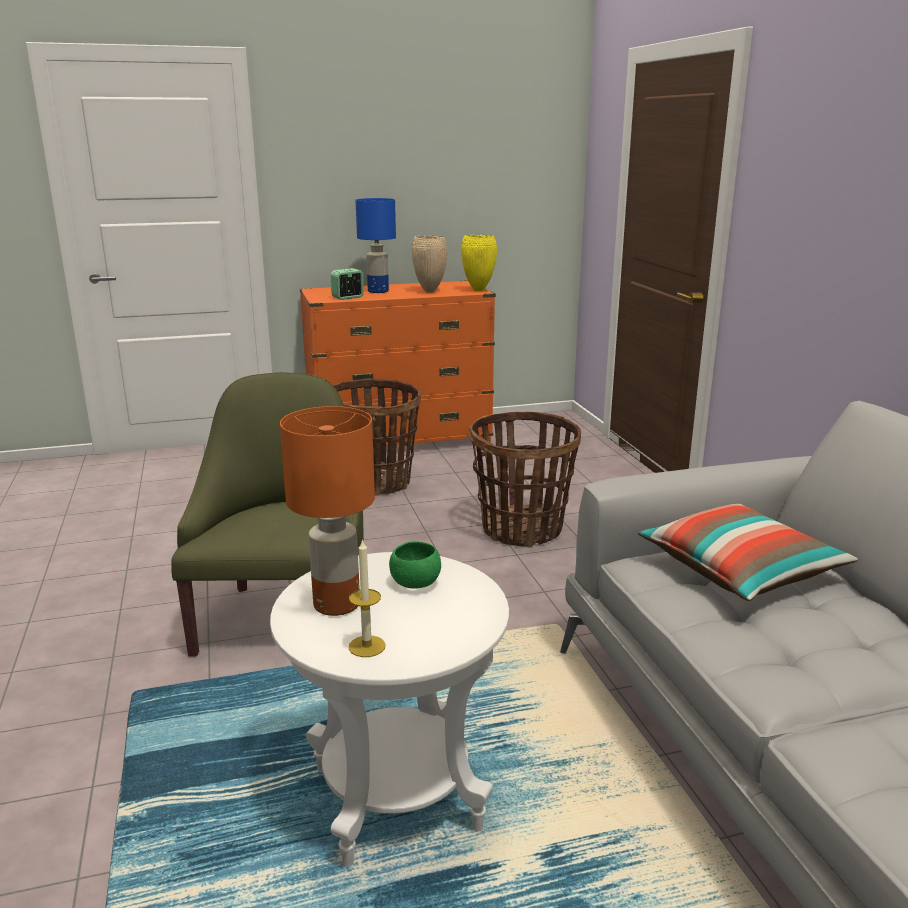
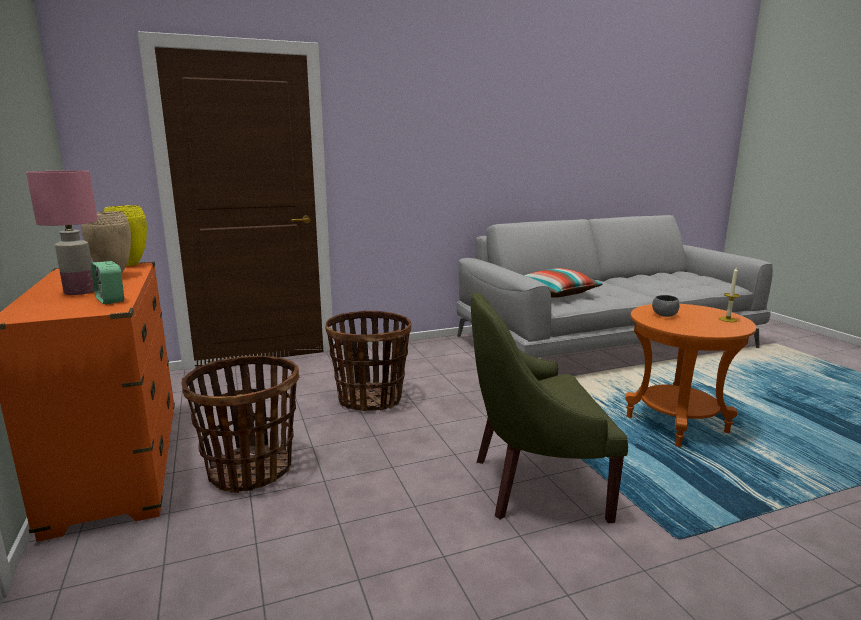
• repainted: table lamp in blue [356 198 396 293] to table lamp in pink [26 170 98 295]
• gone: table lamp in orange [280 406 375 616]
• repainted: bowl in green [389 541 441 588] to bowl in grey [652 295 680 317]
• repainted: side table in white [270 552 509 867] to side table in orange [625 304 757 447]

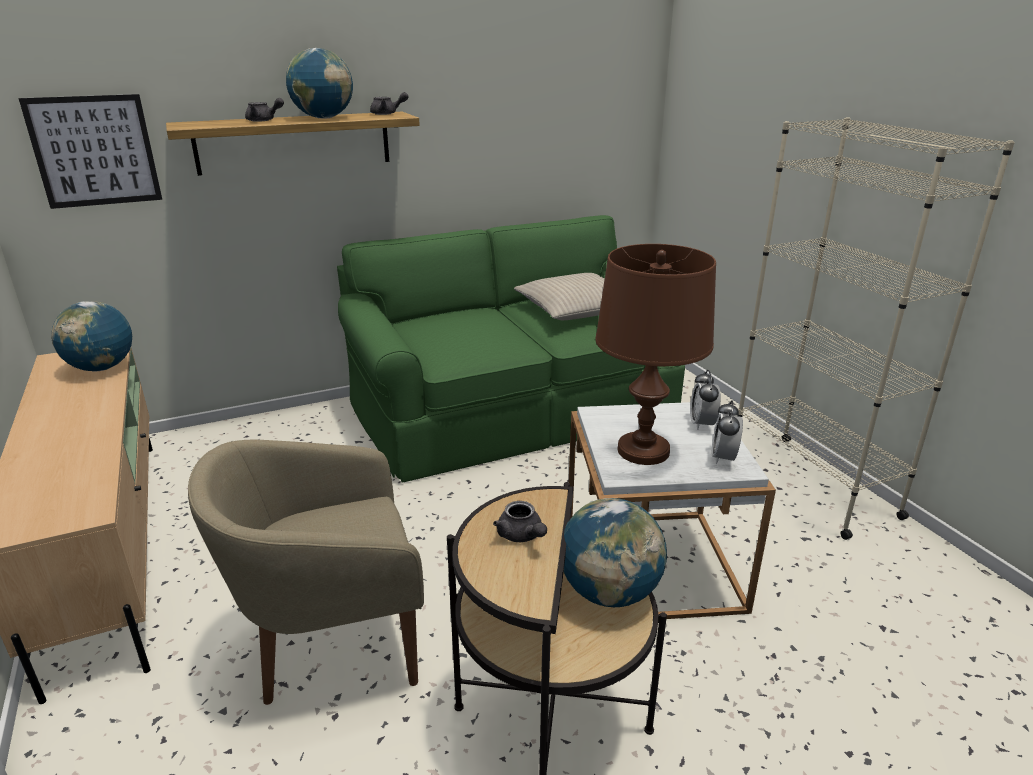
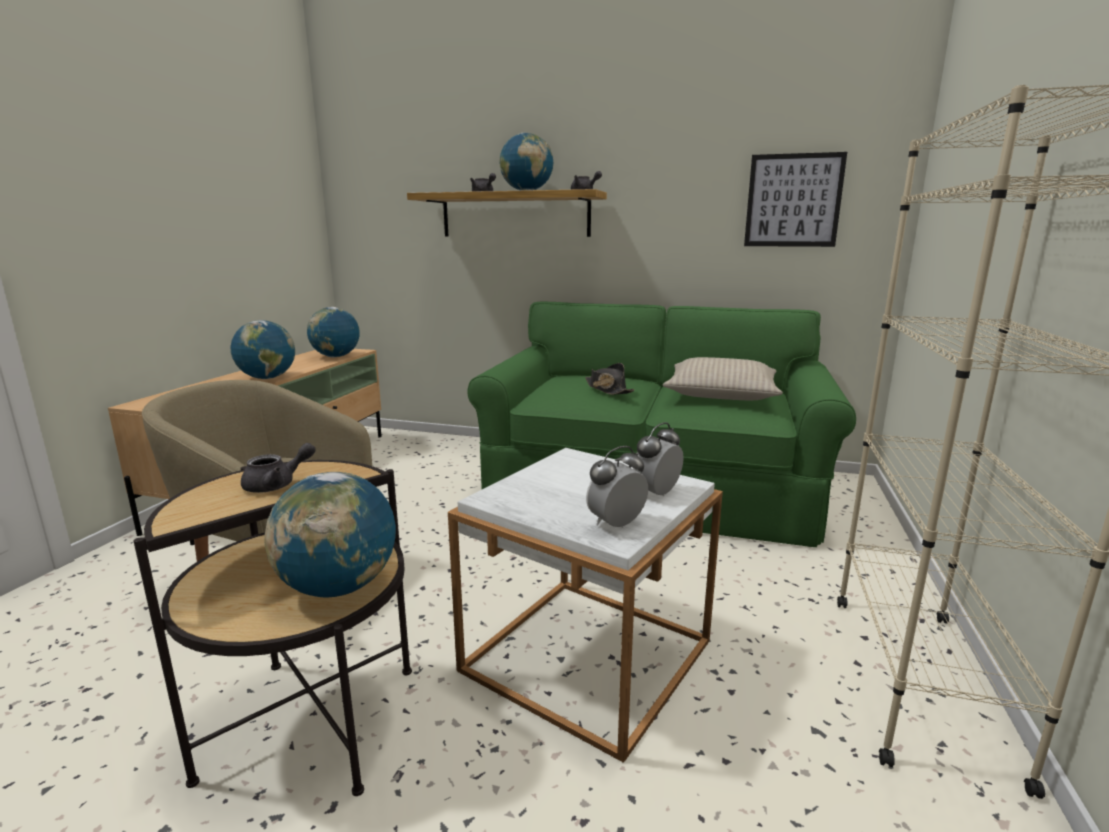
• shifted: picture [19 94 162 209] to [744 152 847 247]
• gone: table lamp in brown [595 244 716 465]
• rotated: teapot in grey [493 501 547 542] = [241 443 316 493] 135 degrees counterclockwise
• new: globe [231 320 295 379]
• new: hat in black [585 363 634 395]

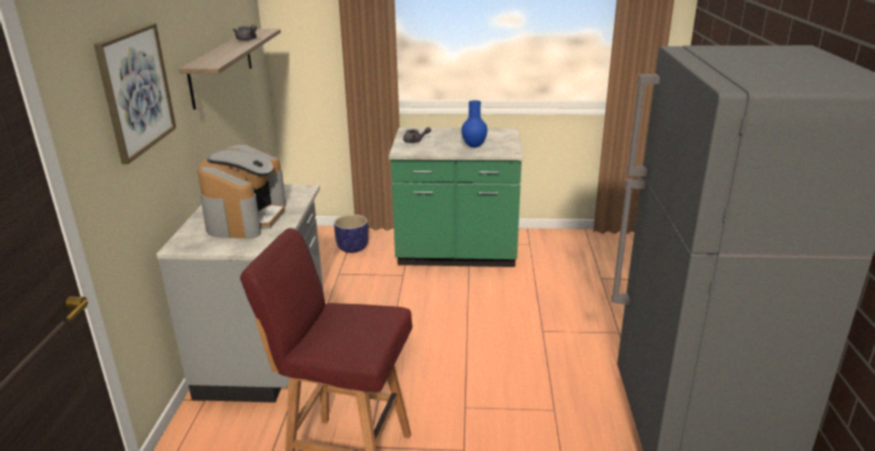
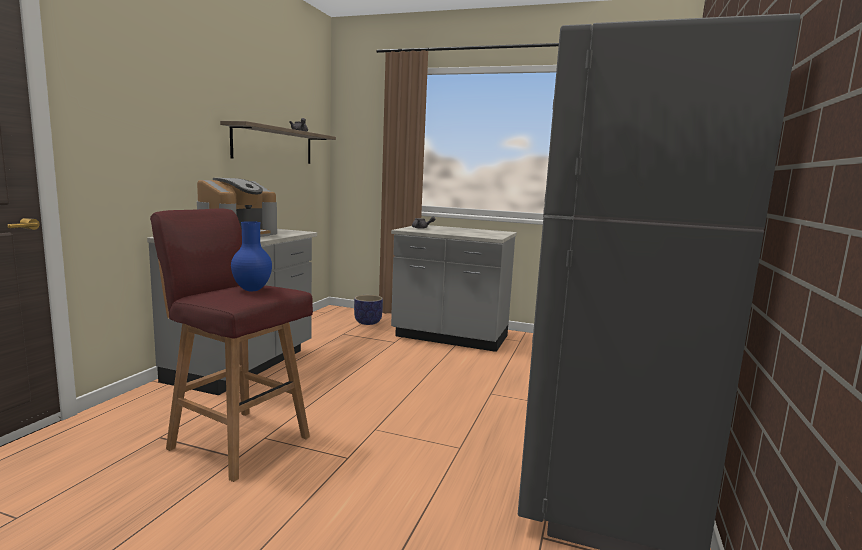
• gone: picture [94 23 176 164]
• shifted: vase in blue [461 100 487 148] to [231 221 272 291]
• repainted: counter in green [389 128 523 267] to counter in grey [391 225 517 352]

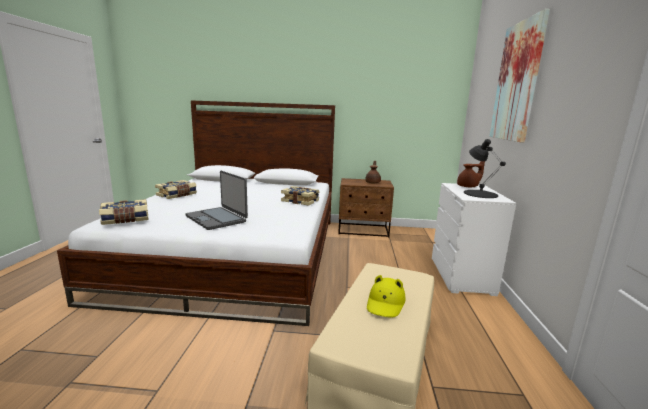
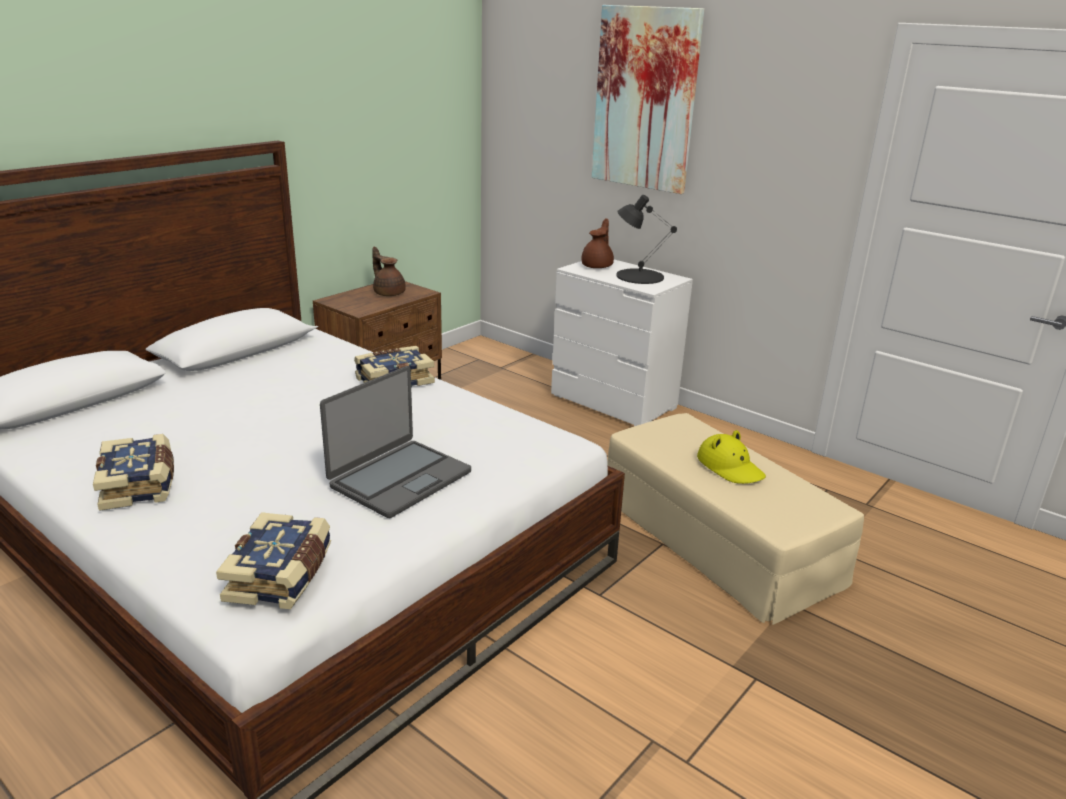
• rotated: laptop [185 171 248 230] = [320 366 471 518] 45 degrees counterclockwise

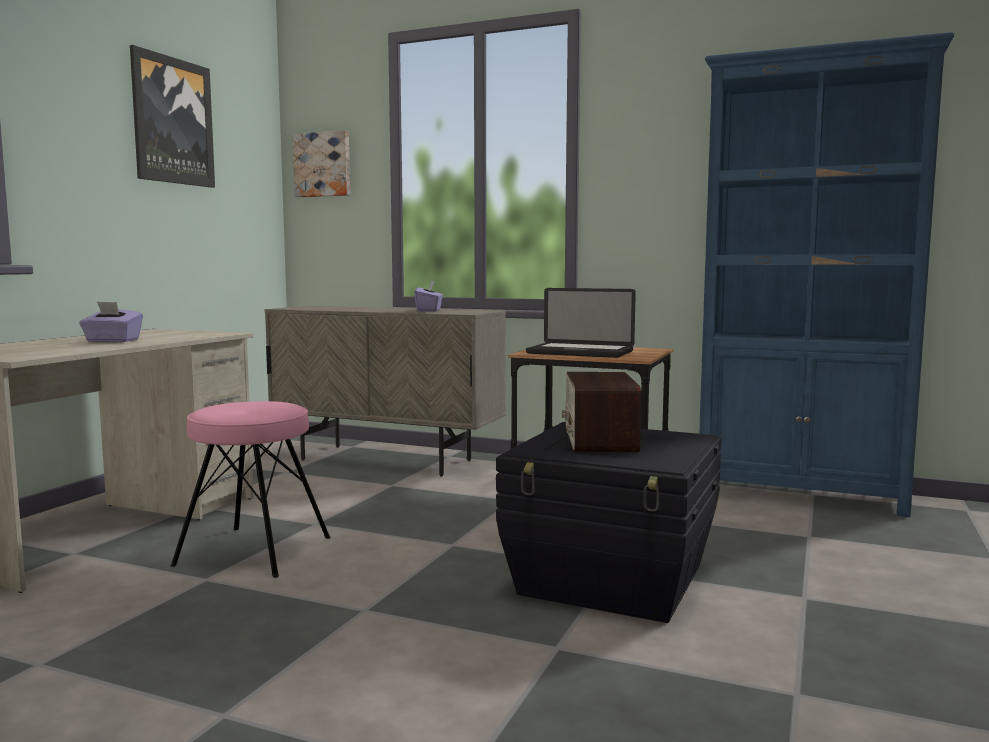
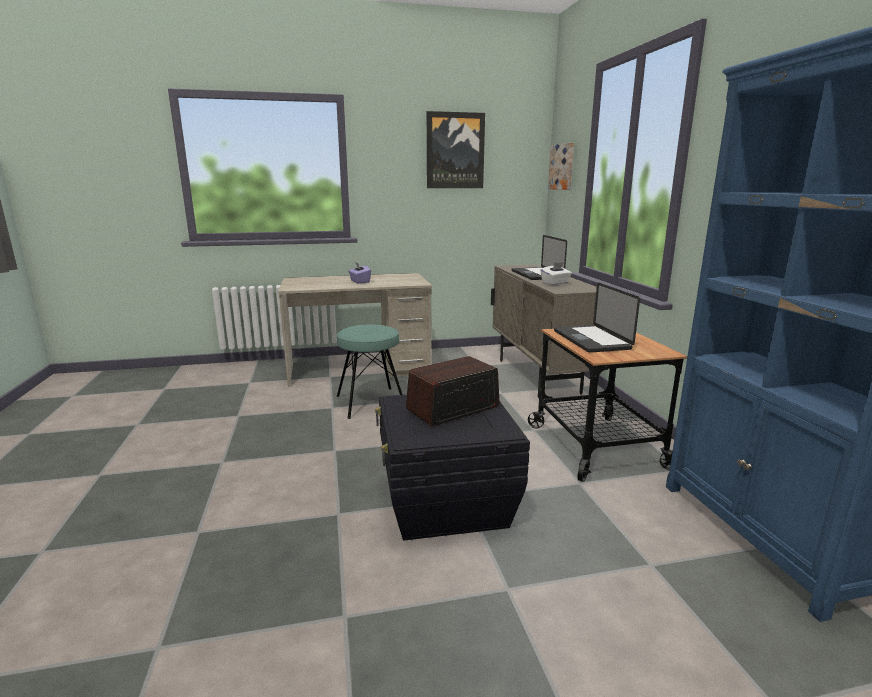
• repainted: tissue box in purple [414 281 443 312] to tissue box in white [540 262 572 285]
• repainted: stool in pink [171 401 330 578] to stool in turquoise [337 324 403 419]
• new: laptop [512 235 567 280]

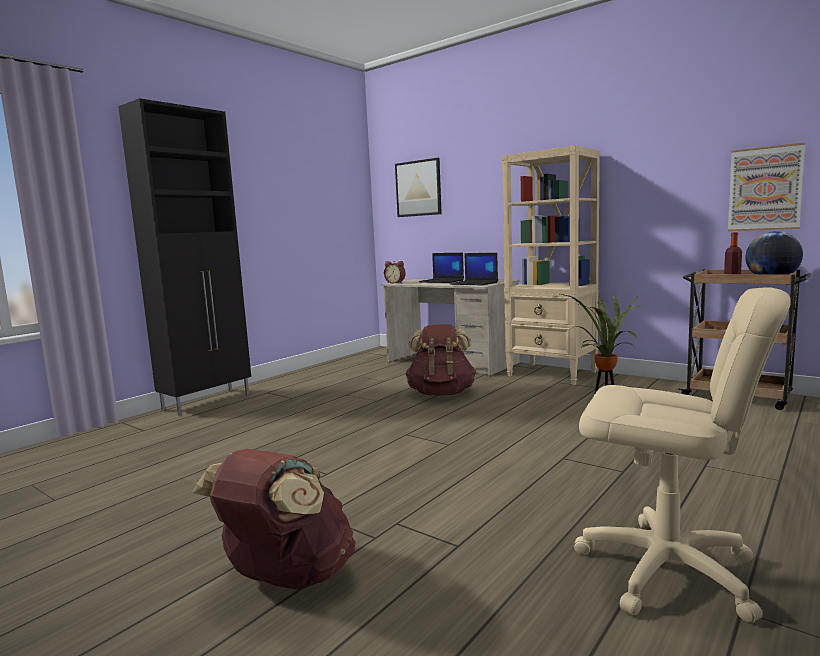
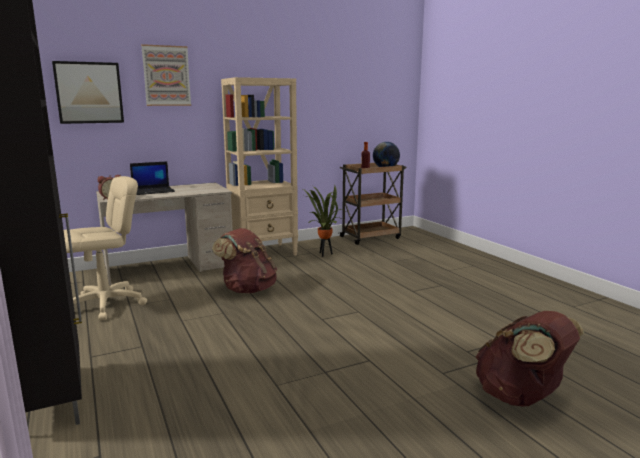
• shifted: picture [728 142 805 231] to [141 44 191 106]
• gone: laptop [449 253 498 285]
• shifted: office chair in beige [573 287 791 623] to [64 176 147 320]

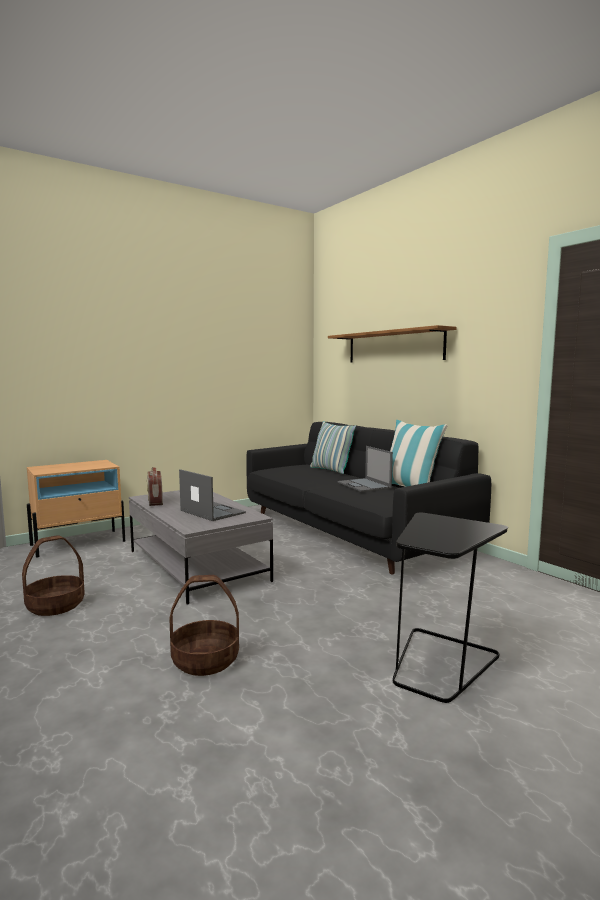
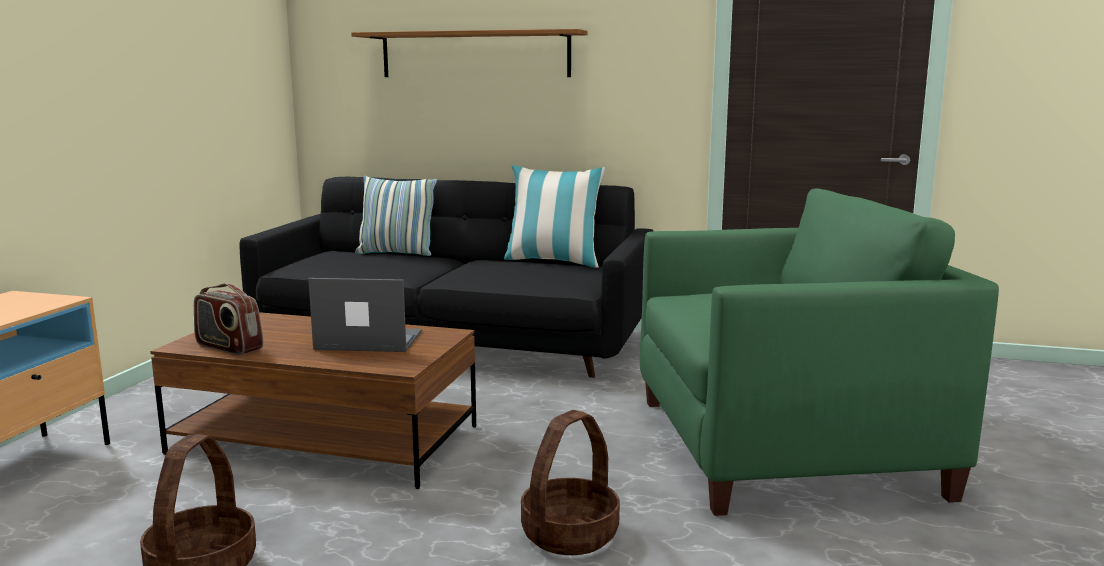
• gone: laptop [338 446 393 492]
• repainted: coffee table in grey [129 490 273 605] to coffee table in brown [150 312 476 489]
• swapped: side table in black [393 513 508 703] to armchair in green [640 188 999 516]

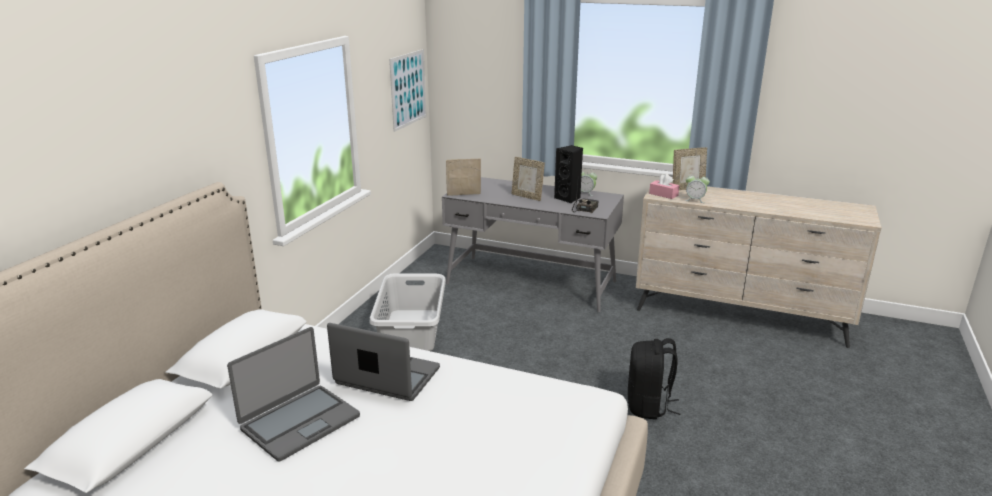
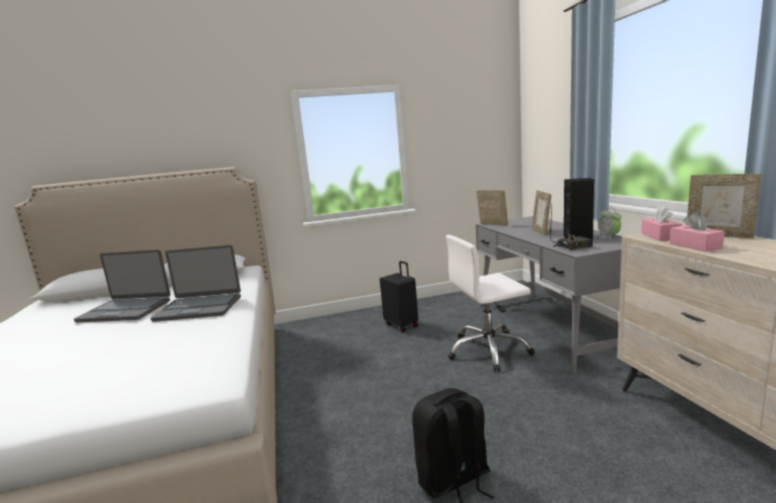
• gone: picture [389 49 427 132]
• swapped: alarm clock [685 173 710 203] to tissue box in pink [670 213 725 252]
• swapped: laundry basket in grey [369 273 446 351] to suitcase in black [380 261 418 332]
• rotated: laptop [327 323 440 401] = [151 245 241 322] 105 degrees clockwise
• new: office chair in white [446 235 535 372]

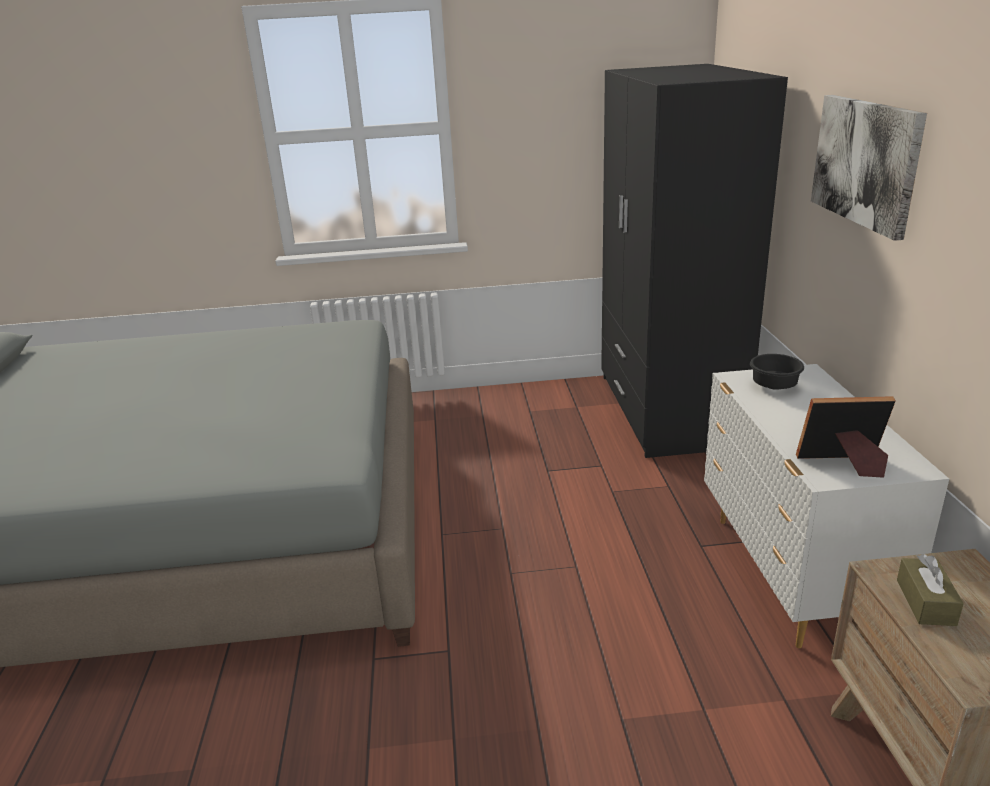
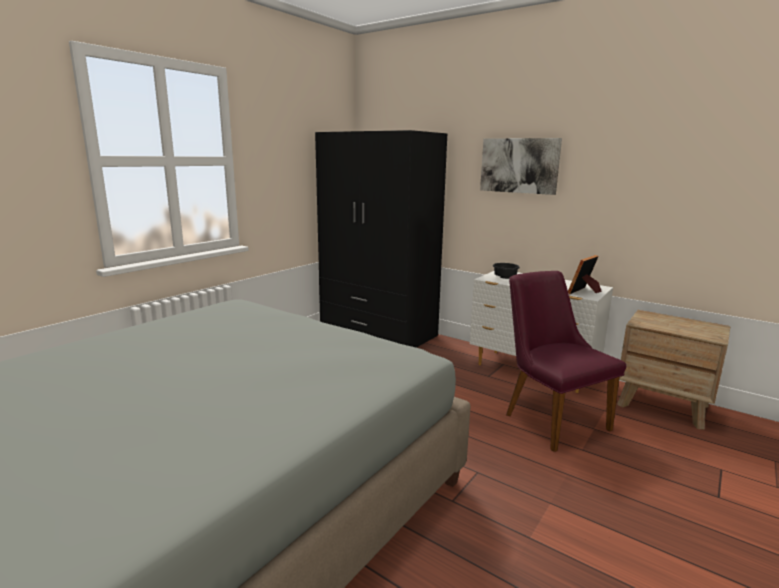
• gone: tissue box in brown [897 554 964 626]
• new: chair in purple [506 271 626 452]

